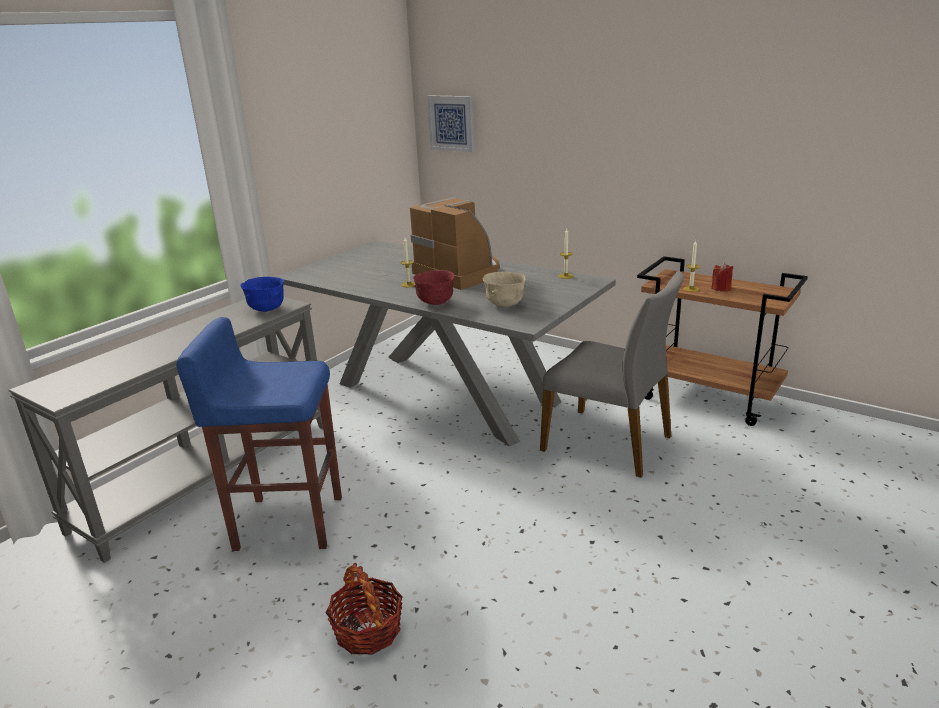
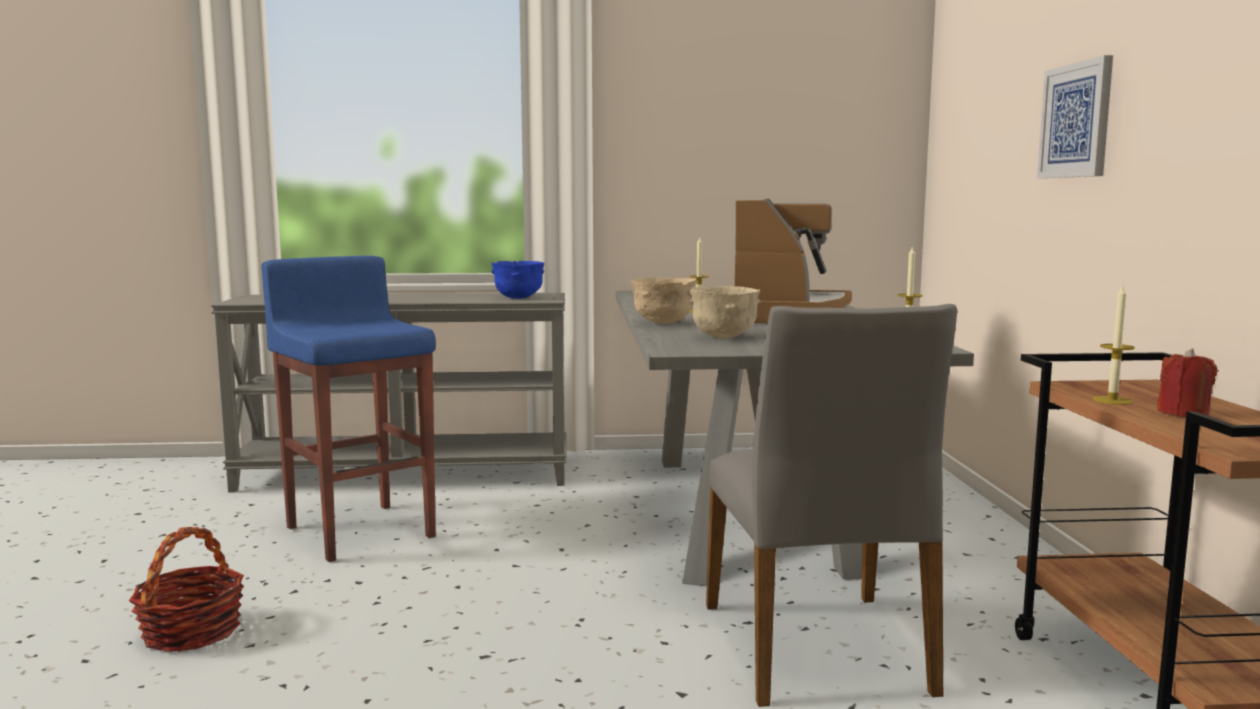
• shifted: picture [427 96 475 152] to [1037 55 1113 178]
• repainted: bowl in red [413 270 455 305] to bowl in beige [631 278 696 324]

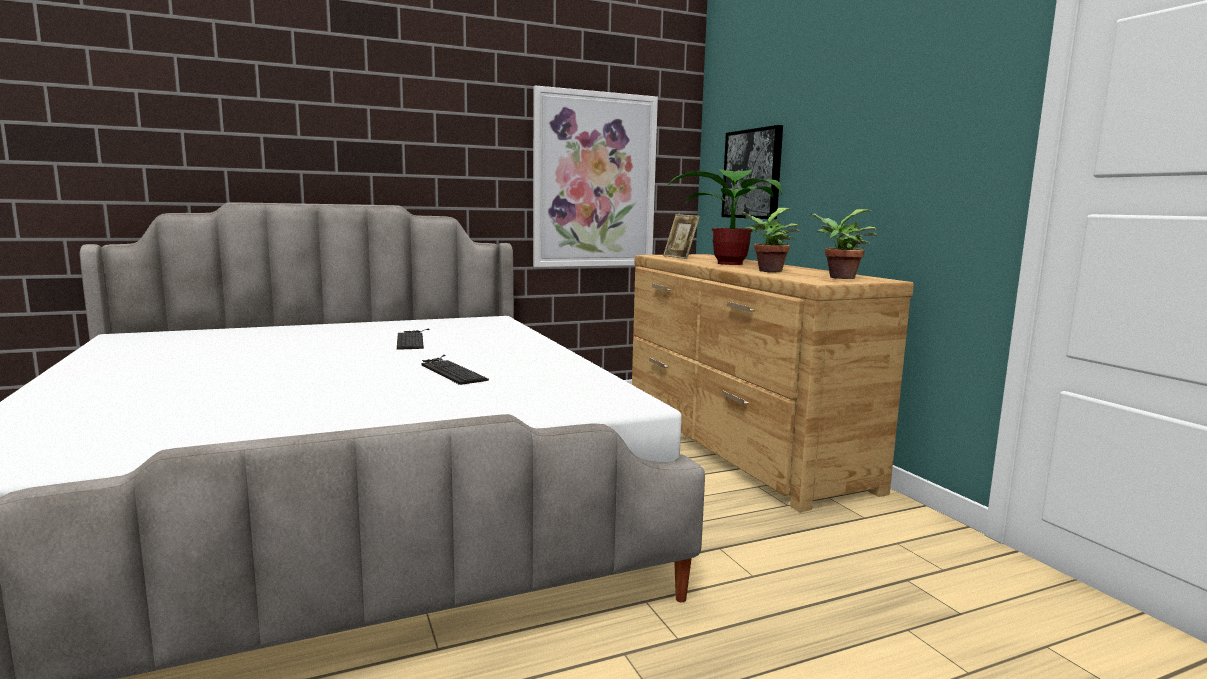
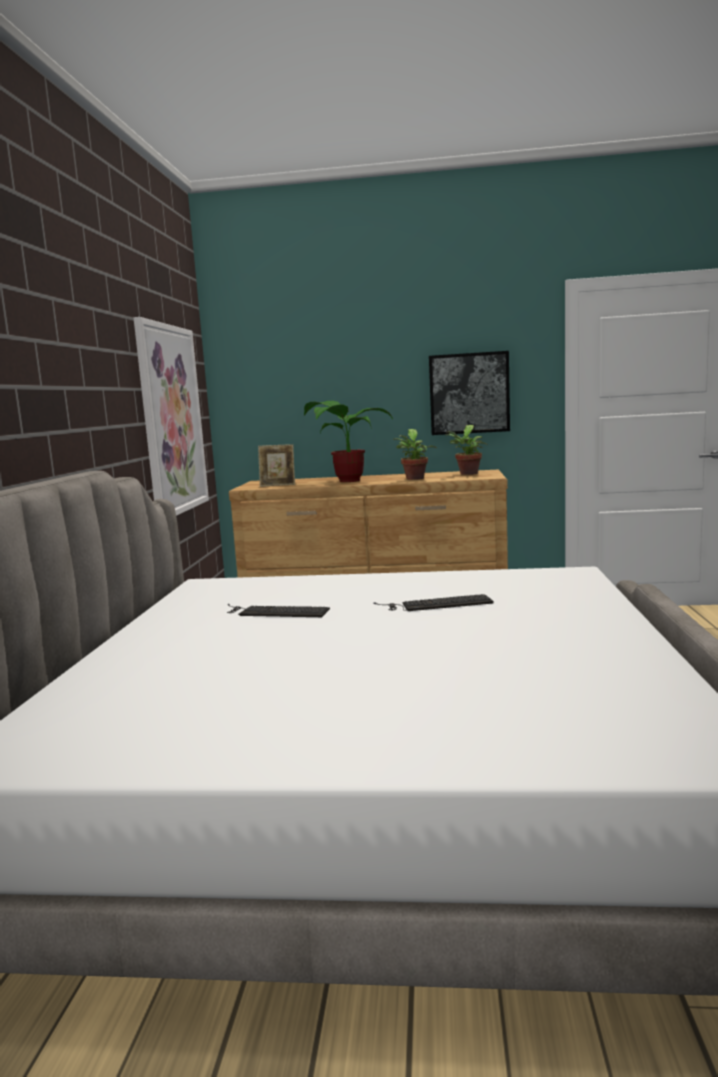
• shifted: picture [721 125 783 219] to [429 351 510 435]

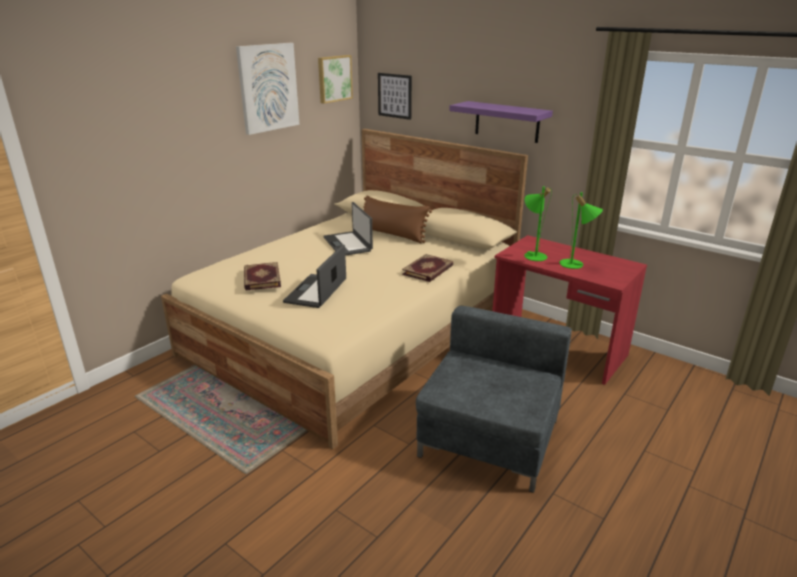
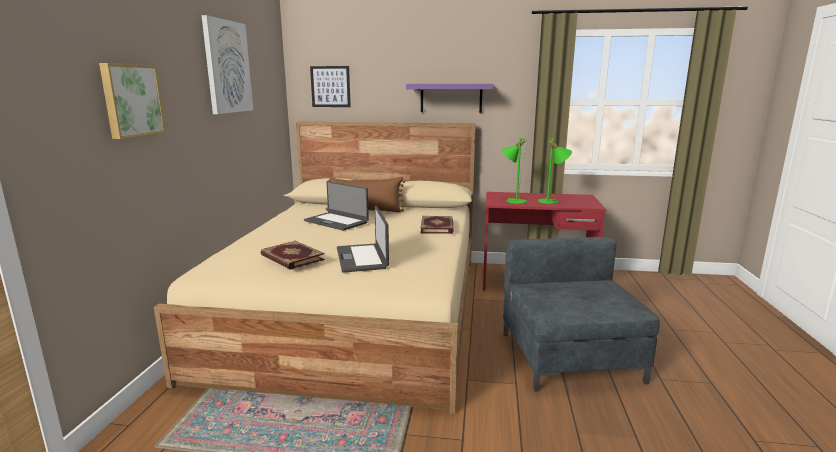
• shifted: picture [318 55 353 104] to [99 63 166 139]

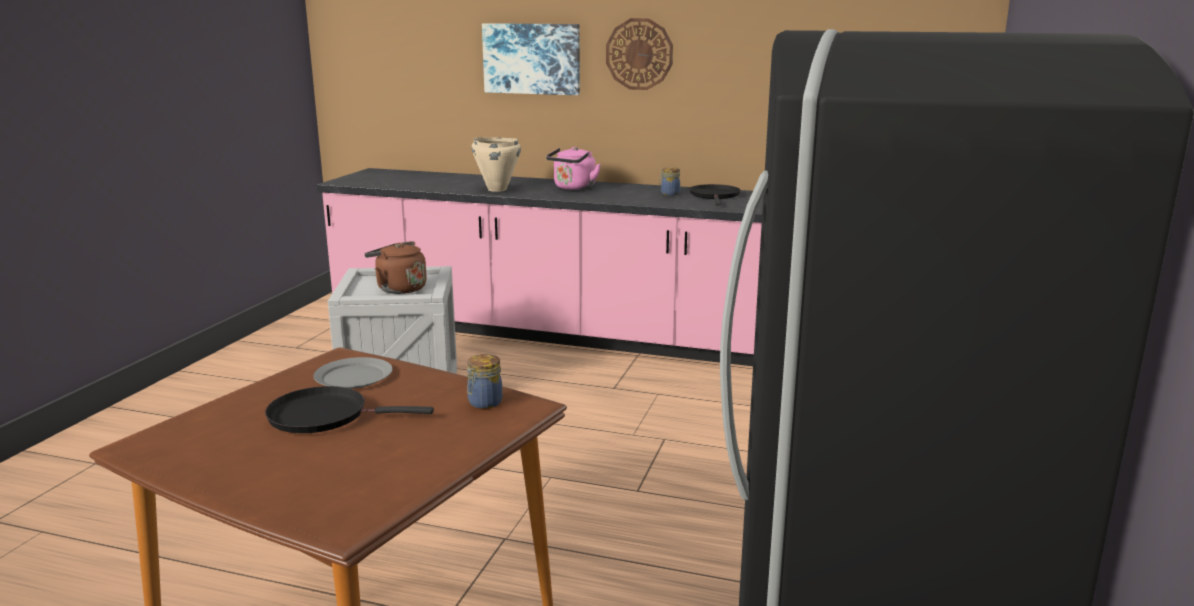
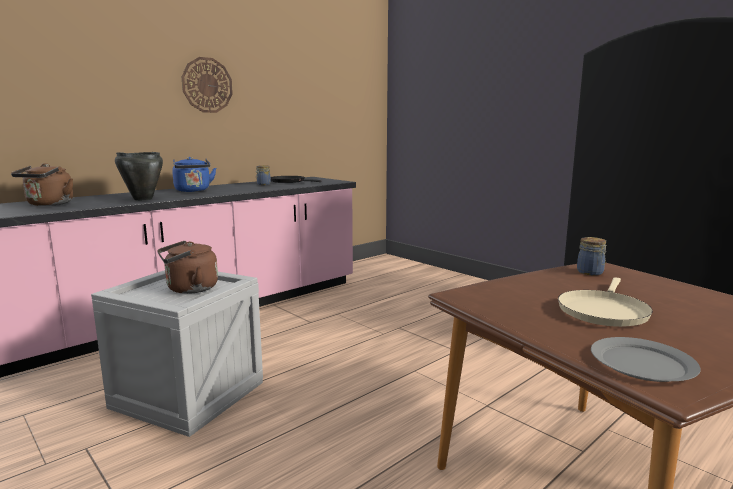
• gone: picture [482 23 580 95]
• repainted: cooking pot in beige [471 137 521 192] to cooking pot in black [115 152 163 201]
• repainted: kettle in pink [546 147 601 190] to kettle in blue [172 157 216 192]
• shifted: plate in grey [313 357 393 389] to [591 337 701 382]
• repainted: frying pan in black [265 386 434 433] to frying pan in beige [558 277 653 327]
• new: kettle in brown [11 163 73 206]

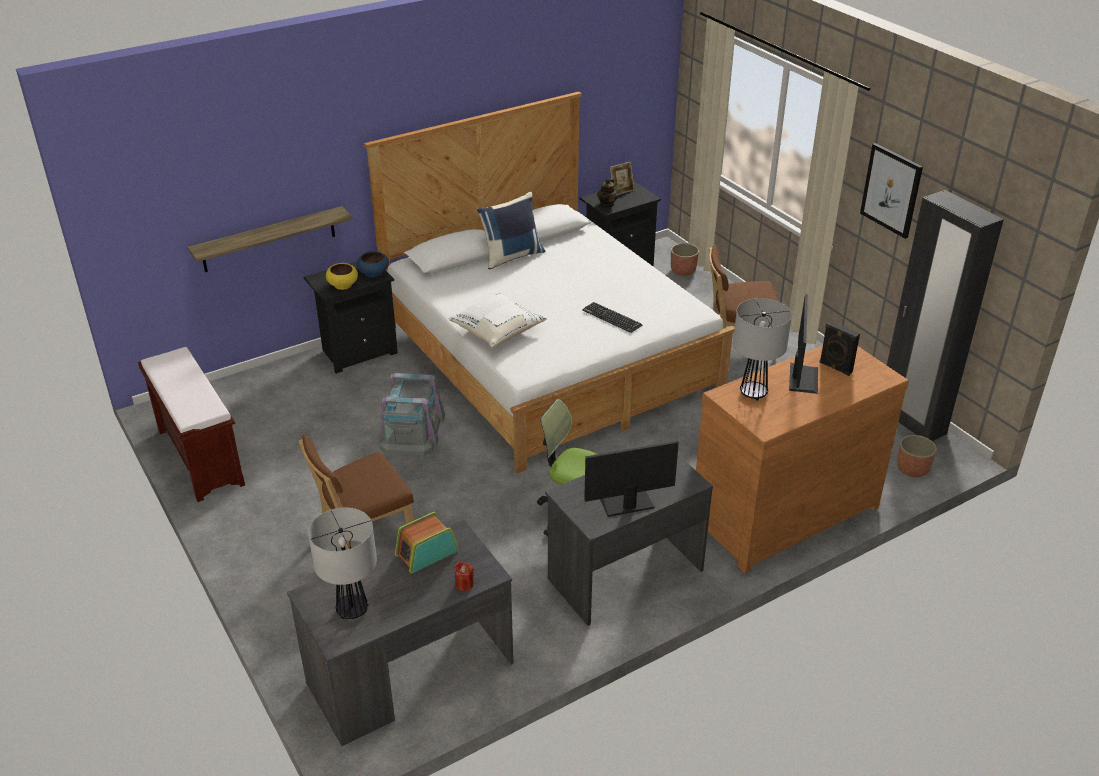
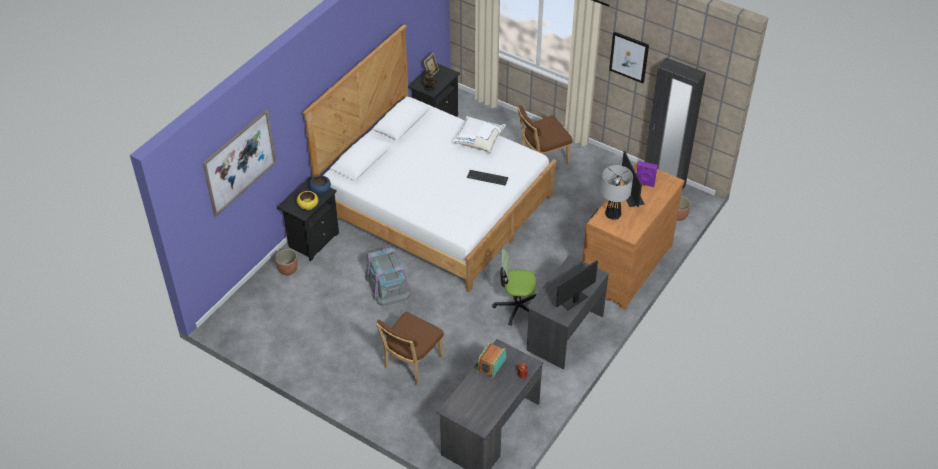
• gone: pillow in blue [477 192 545 270]
• gone: shelf [187 206 353 272]
• shifted: planter [671 243 699 276] to [275 249 298 275]
• shifted: pillow in white [449 293 547 348] to [452 116 506 153]
• repainted: speaker in black [819 321 860 376] to speaker in purple [637 161 658 187]
• gone: bench in brown [138 347 245 502]
• gone: table lamp [308 507 377 619]
• new: picture [202 109 276 217]

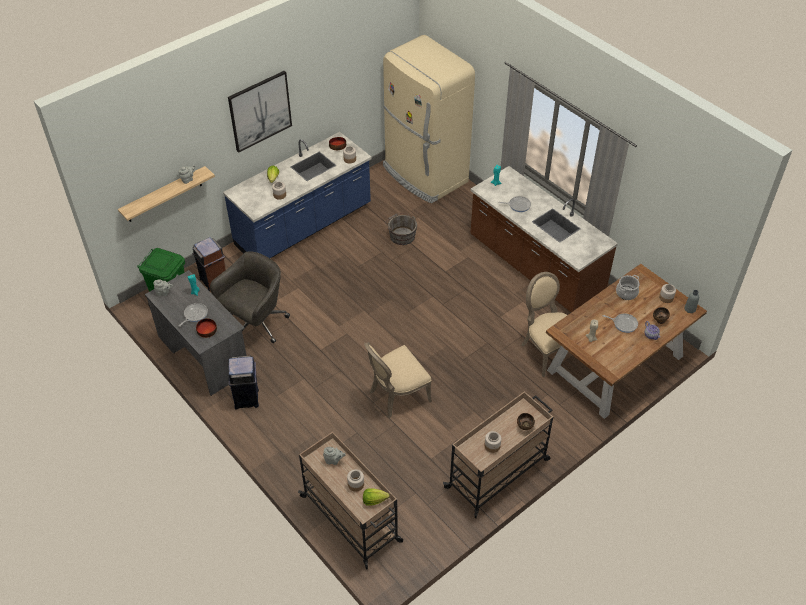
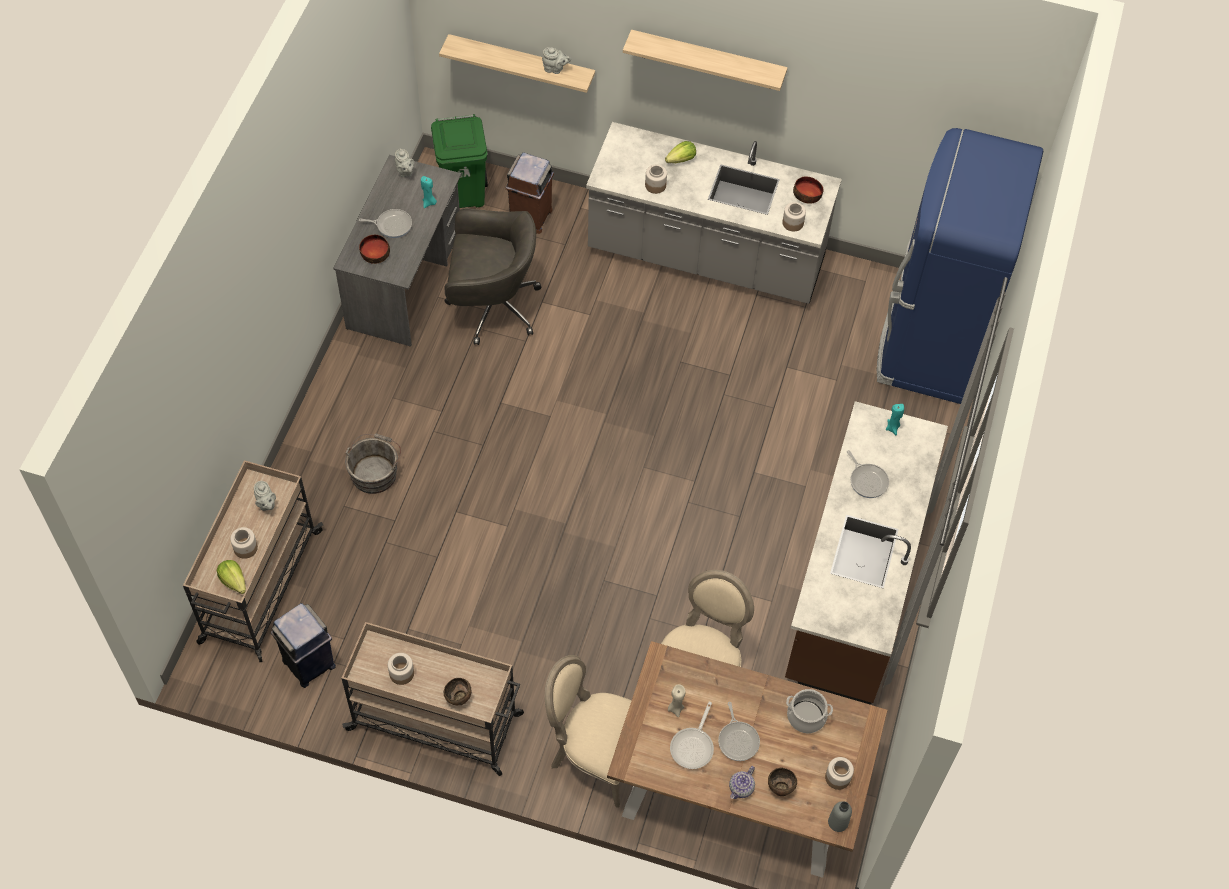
• repainted: fridge in beige [383 35 475 204] to fridge in blue [877 128 1043 404]
• swapped: picture [228 71 292 153] to shelf [623 30 788 91]
• repainted: counter in blue [223 132 372 258] to counter in grey [586 122 842 304]
• shifted: bucket in grey [385 213 417 245] to [345 433 401 494]
• shifted: chair in beige [364 342 432 418] to [545 655 632 808]
• shifted: trash can in blue [229 356 259 409] to [271 603 336 688]
• new: frying pan [670 701 714 769]

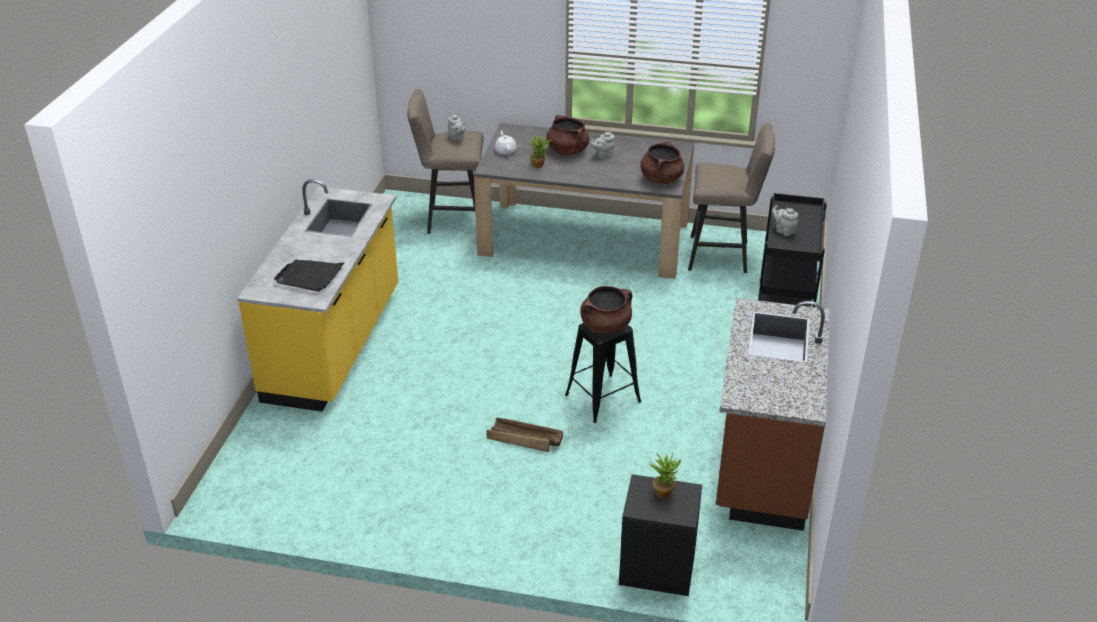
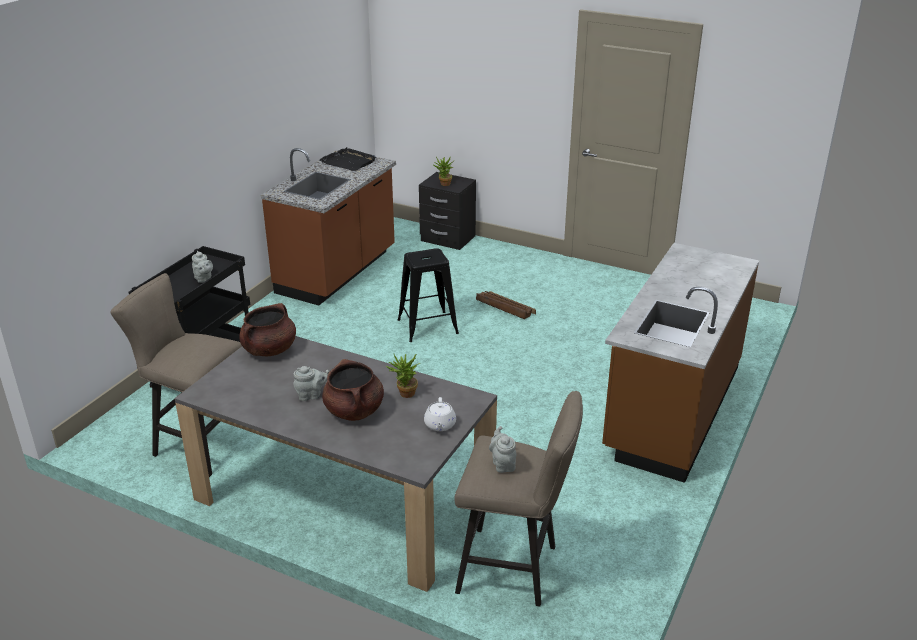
• repainted: counter in yellow [237 179 398 412] to counter in brown [602 243 759 483]
• shifted: tray in black [274 259 345 292] to [320 147 376 171]
• gone: cooking pot in brown [580 286 632 334]

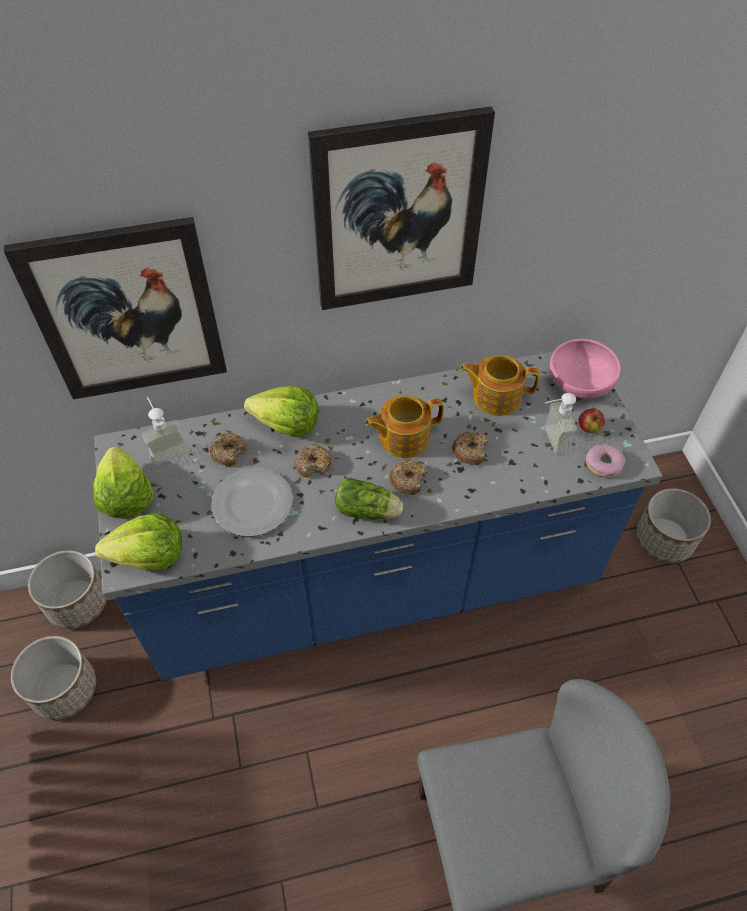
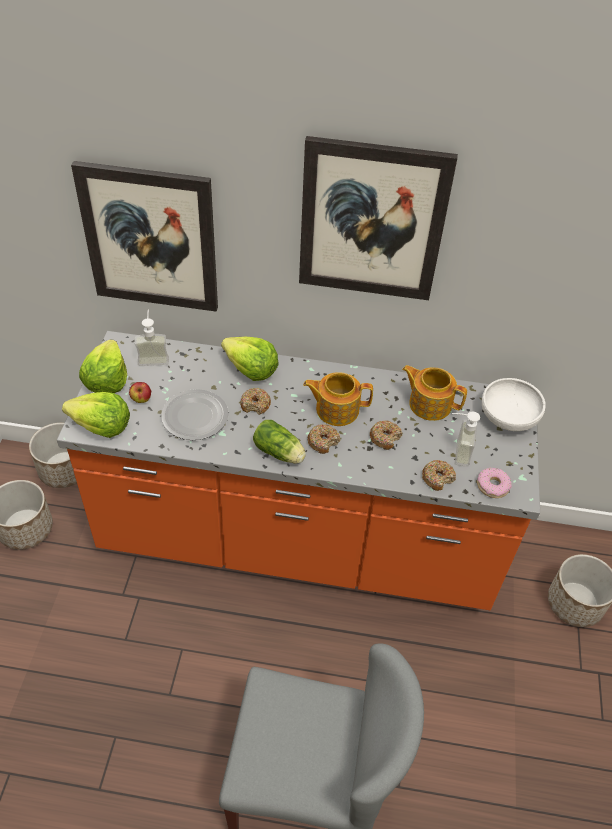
• repainted: bowl in pink [550 339 621 398] to bowl in white [482 378 546 431]
• repainted: counter in blue [94 351 662 680] to counter in orange [57 331 540 610]
• shifted: apple [579 408 605 433] to [129 382 151 403]
• shifted: donut [210 433 247 467] to [422 460 456 491]

